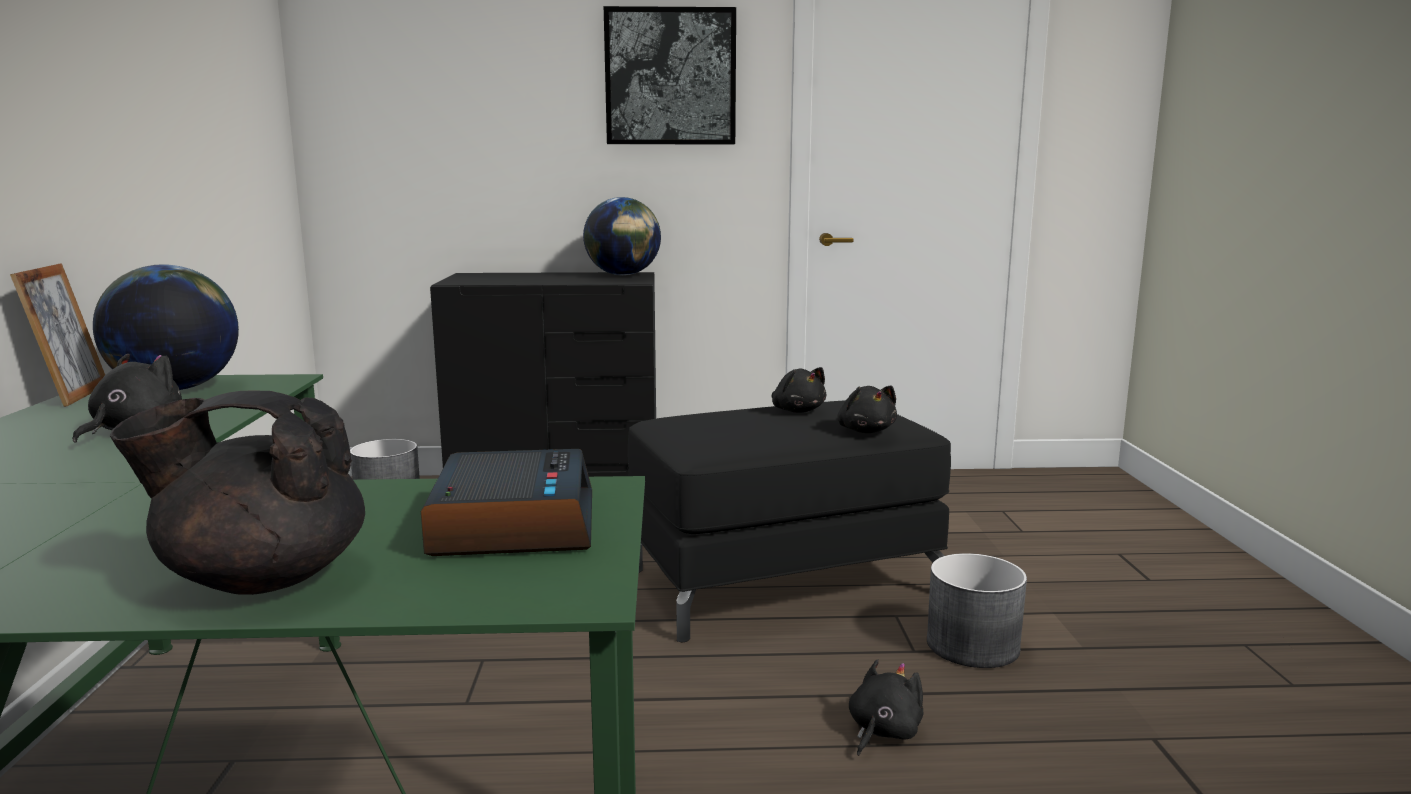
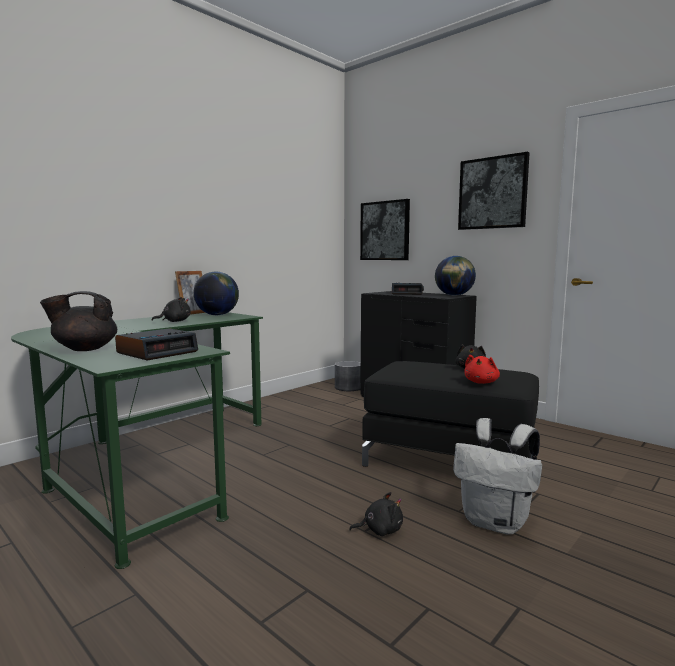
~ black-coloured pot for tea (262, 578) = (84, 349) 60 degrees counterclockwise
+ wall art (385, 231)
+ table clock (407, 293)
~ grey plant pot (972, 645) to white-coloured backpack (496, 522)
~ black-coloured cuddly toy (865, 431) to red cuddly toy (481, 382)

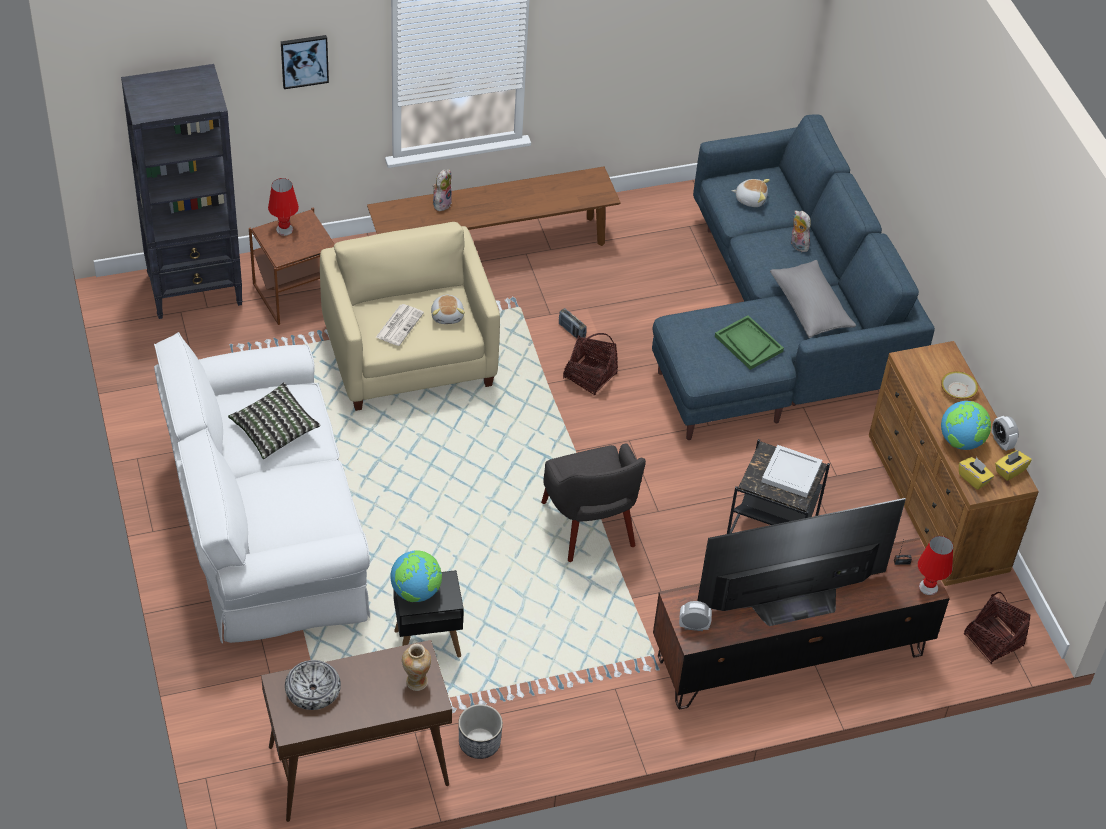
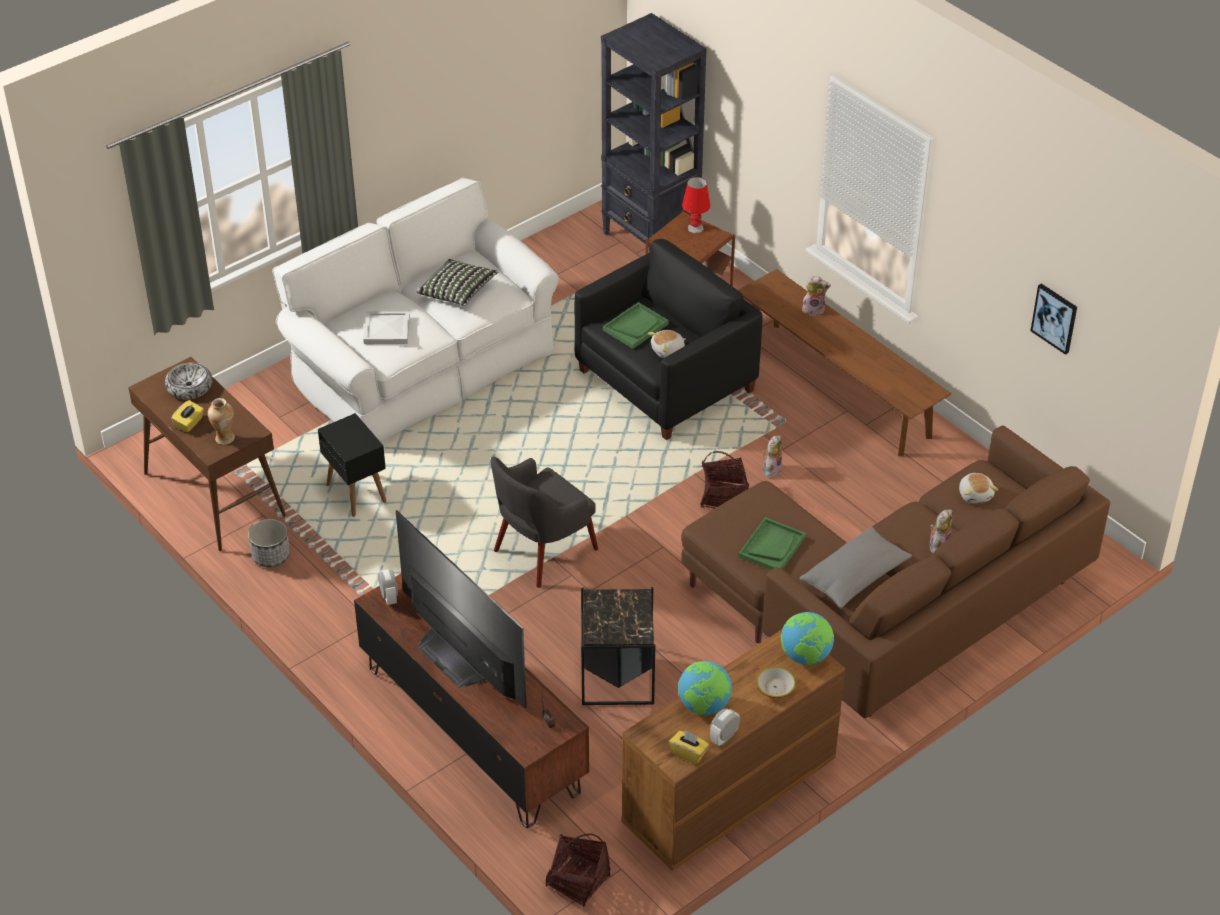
~ yellow tissue holder (973, 478) to (189, 423)
~ white-coloured tray (792, 474) to (386, 330)
~ sand-coloured easy chair (409, 356) to black-coloured easy chair (665, 381)
~ daily paper (399, 324) to green tray (635, 327)
~ bluish settee (780, 326) to brownish settee (890, 610)
~ radio (571, 331) to cuddly toy (771, 469)
~ globe (416, 592) to (806, 656)
~ wall art (304, 60) to (1055, 318)
- red lamp for a table (928, 587)

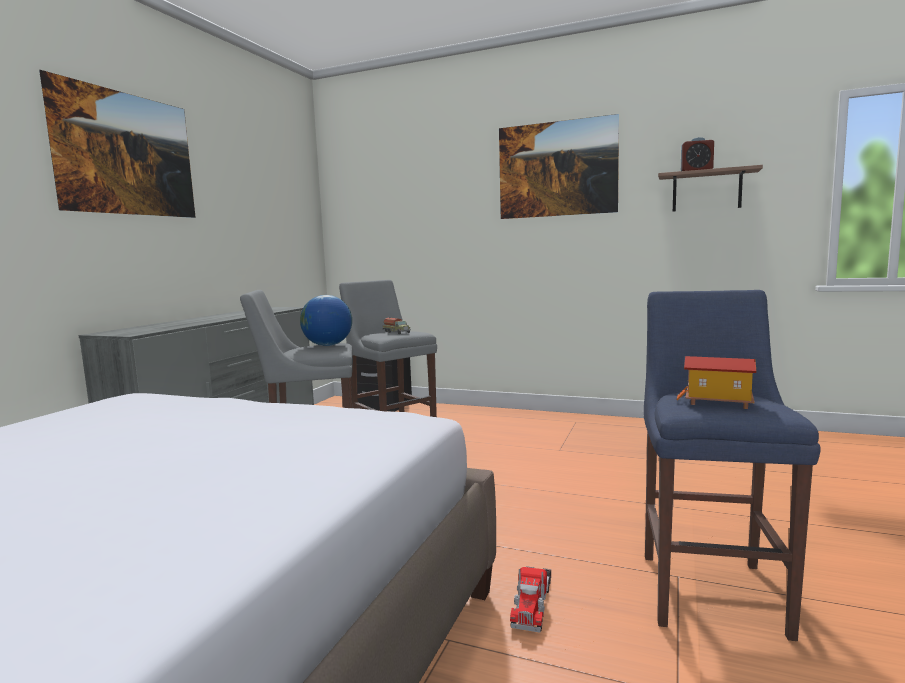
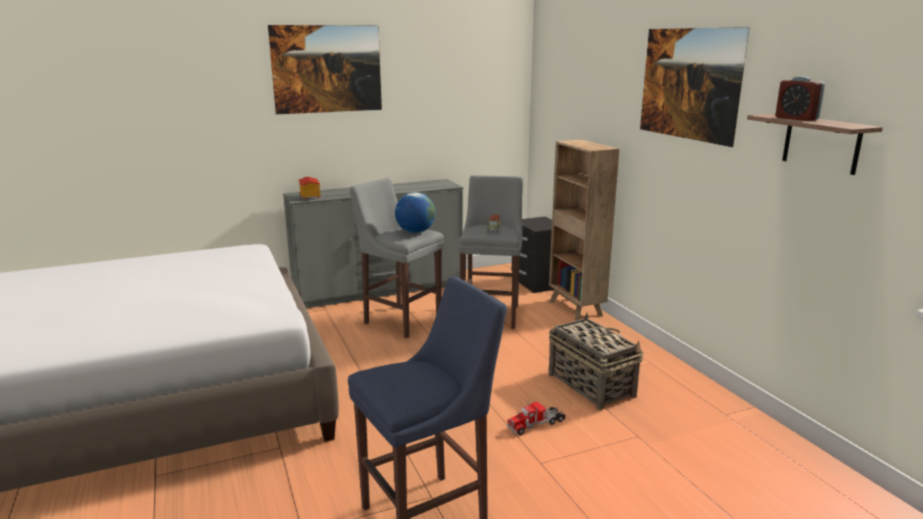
~ model house (717, 402) to (309, 197)
~ toy truck (532, 603) to (536, 424)
+ basket (590, 384)
+ brownish bookshelf (576, 309)

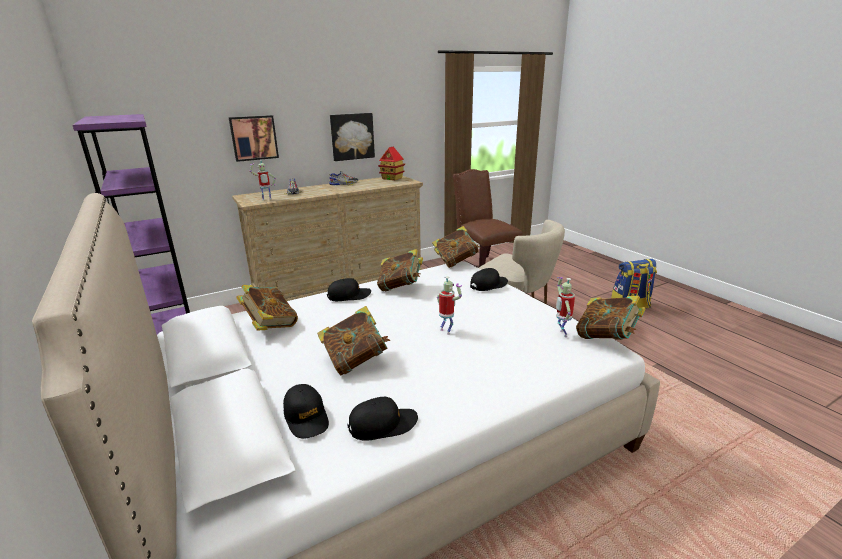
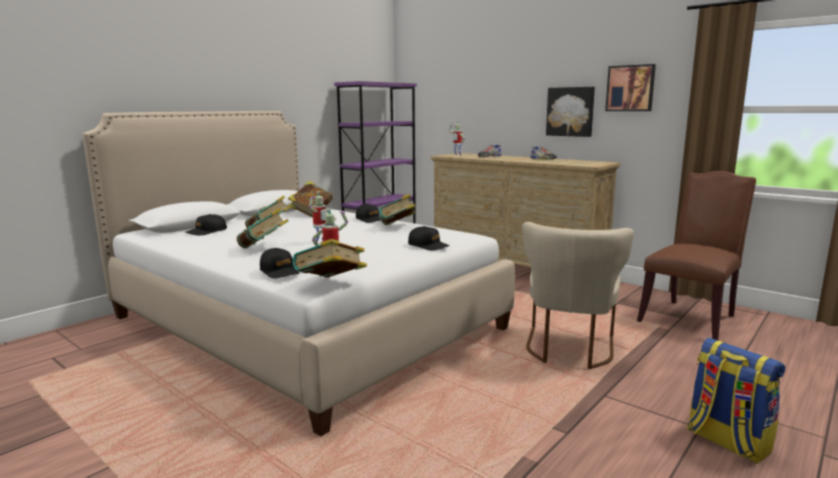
~ bound book (456, 262) to (263, 248)
~ black-coloured peaked cap (383, 425) to (279, 272)
~ wall art (253, 138) to (630, 88)
- model house (392, 178)

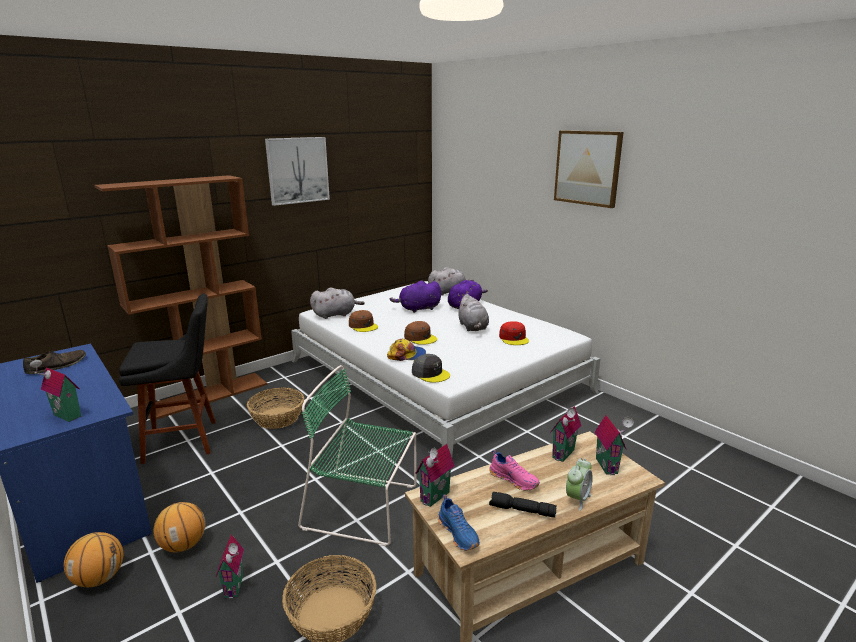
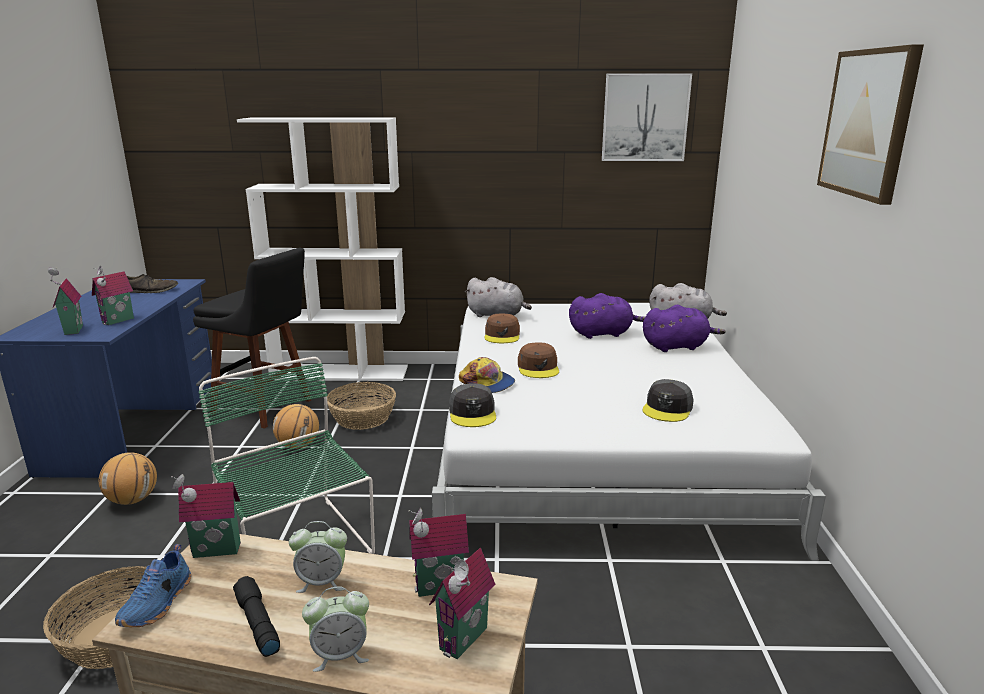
~ model house (236, 586) to (119, 321)
~ brownish bookshelf (207, 395) to white-coloured bookshelf (341, 373)
~ basketball (100, 578) to (298, 445)
~ pink shoe (514, 479) to table clock (322, 582)
~ purple cuddly toy (418, 309) = (603, 333) 150 degrees clockwise
~ wall art (297, 170) to (645, 118)
~ red peaked cap (514, 338) to grey peaked cap (668, 408)
- grey cuddly toy (473, 327)

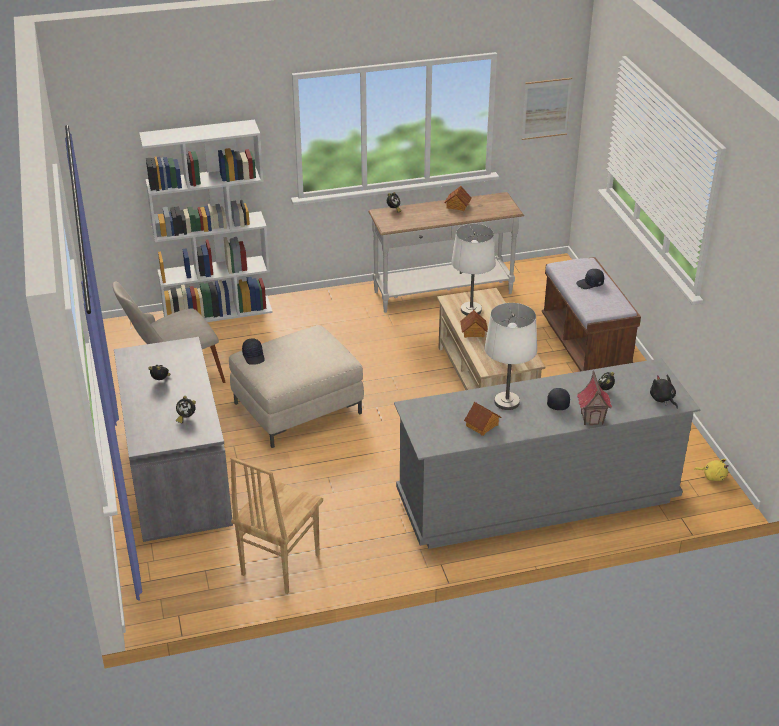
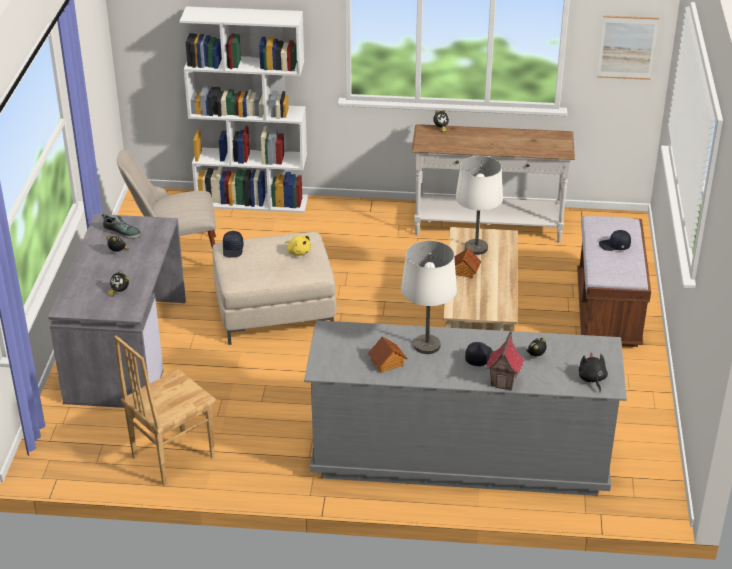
+ shoe (122, 232)
~ yellow cuddly toy (712, 476) to (298, 252)
- model house (457, 206)

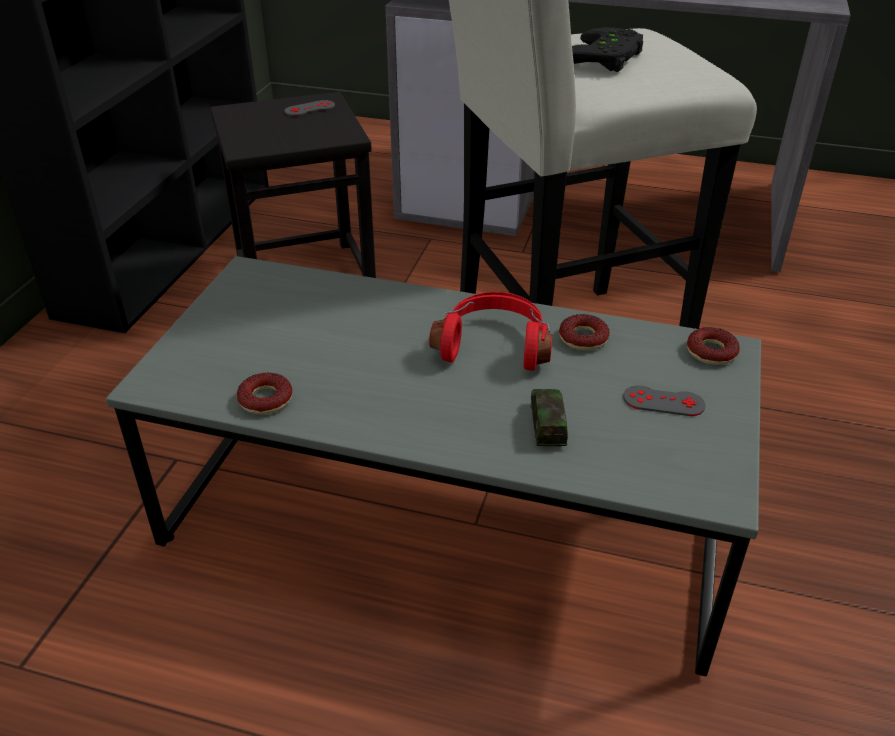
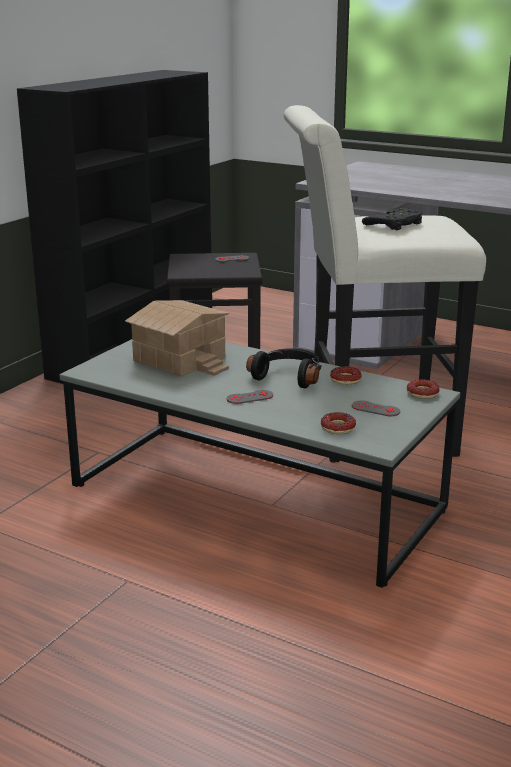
+ model house (178, 359)
+ grey game controller (250, 397)
~ red headphones (494, 344) to black-coloured headphones (289, 377)
~ donut (265, 399) to (338, 428)
- toy car (548, 424)

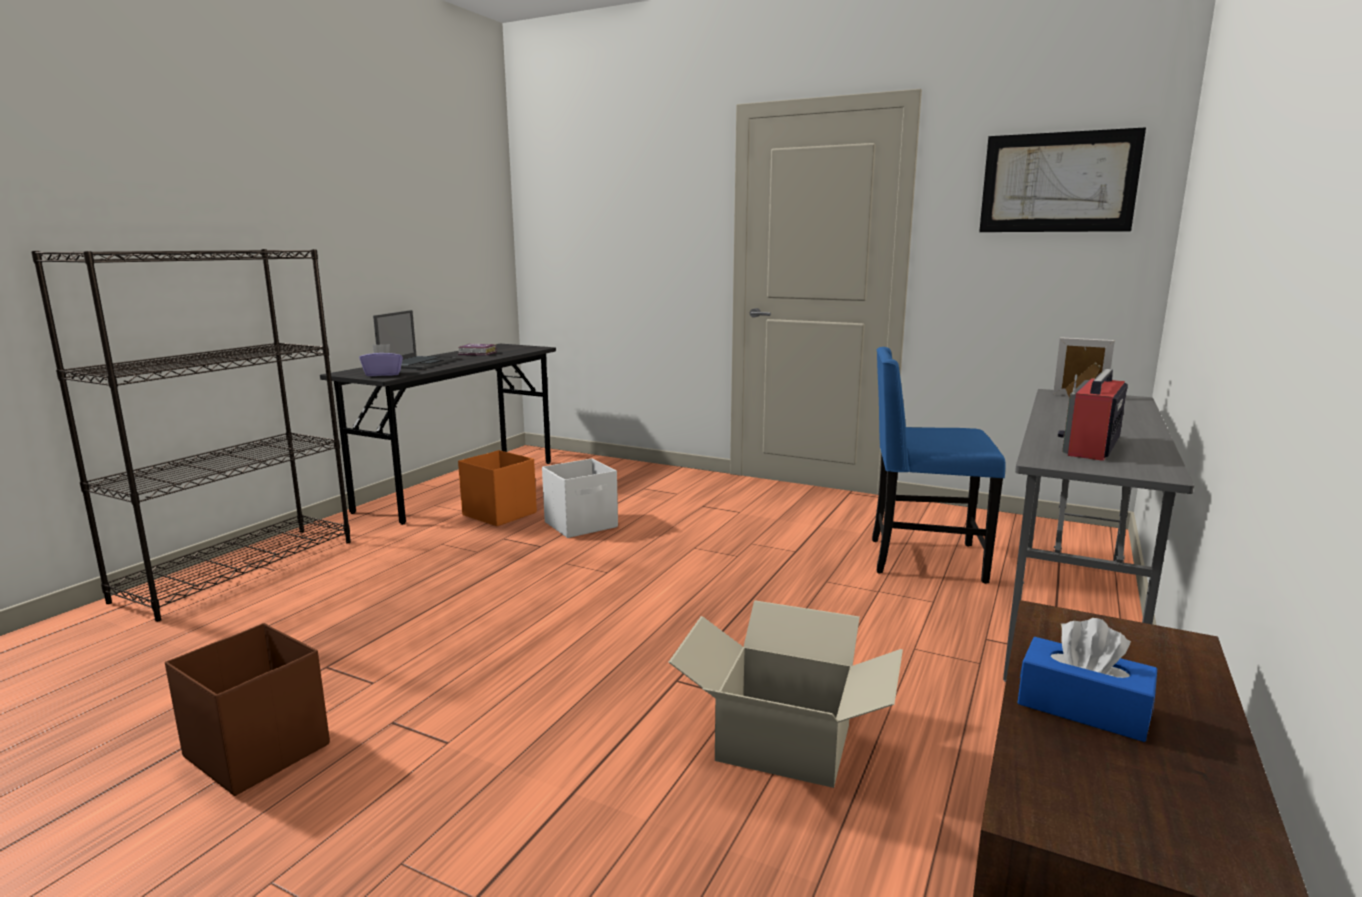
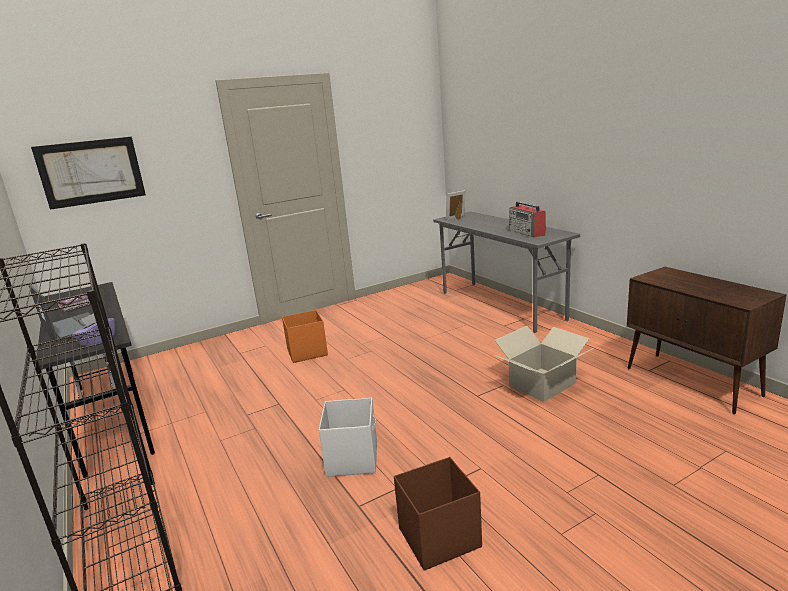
~ wall art (1058, 182) to (91, 172)
~ orange-coloured storage box (499, 513) to (306, 352)
~ white-coloured storage box (582, 524) to (353, 458)
- bluish chair (922, 559)
- bluish tissue holder (1082, 708)

